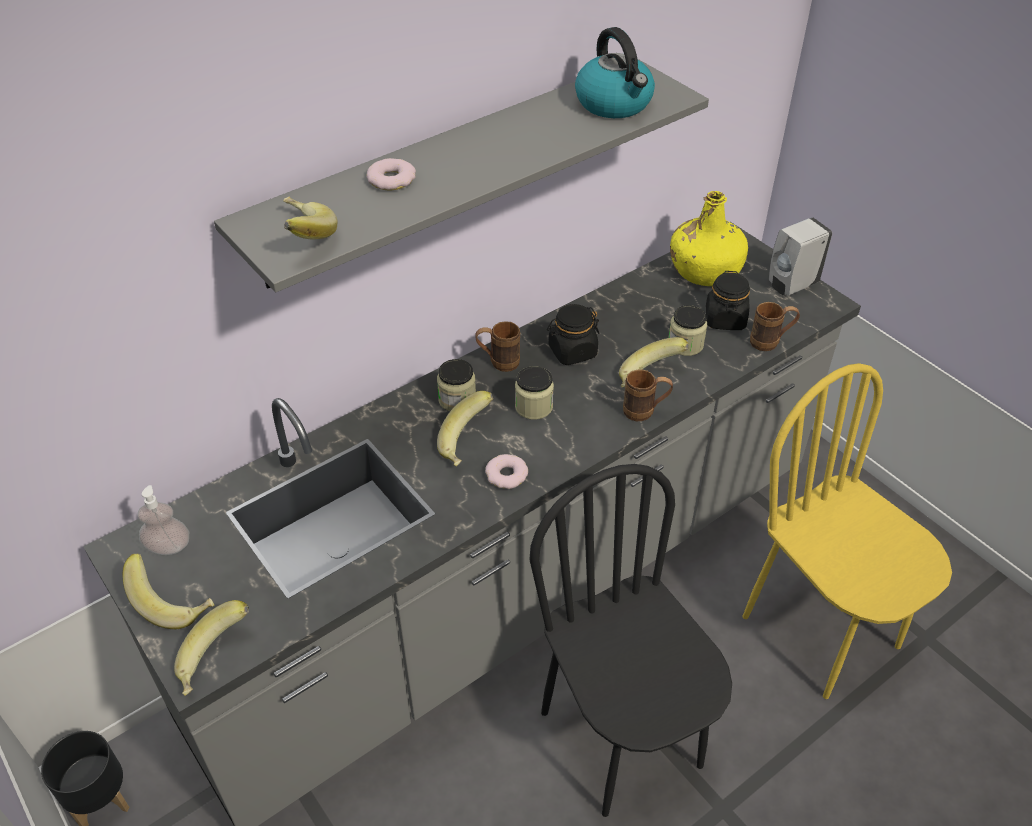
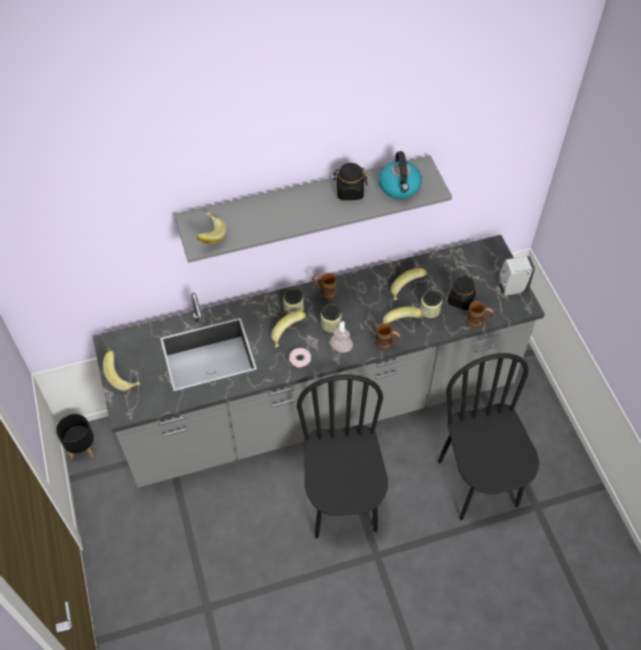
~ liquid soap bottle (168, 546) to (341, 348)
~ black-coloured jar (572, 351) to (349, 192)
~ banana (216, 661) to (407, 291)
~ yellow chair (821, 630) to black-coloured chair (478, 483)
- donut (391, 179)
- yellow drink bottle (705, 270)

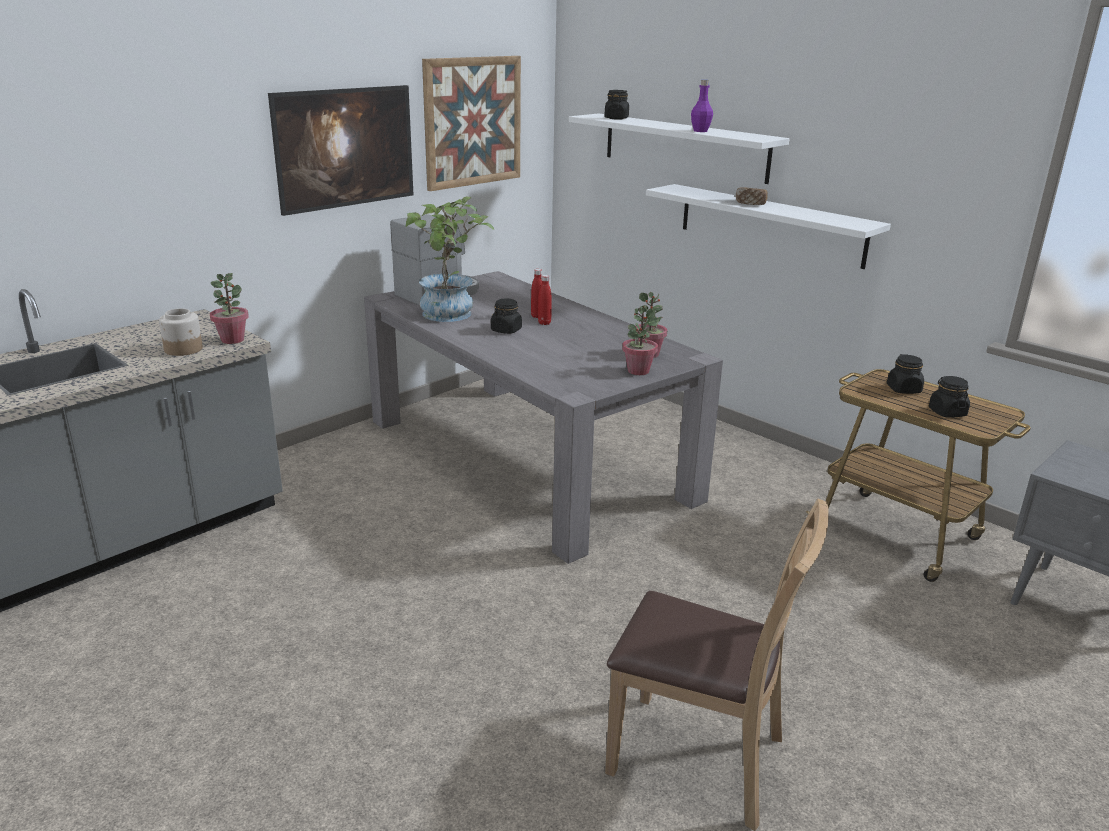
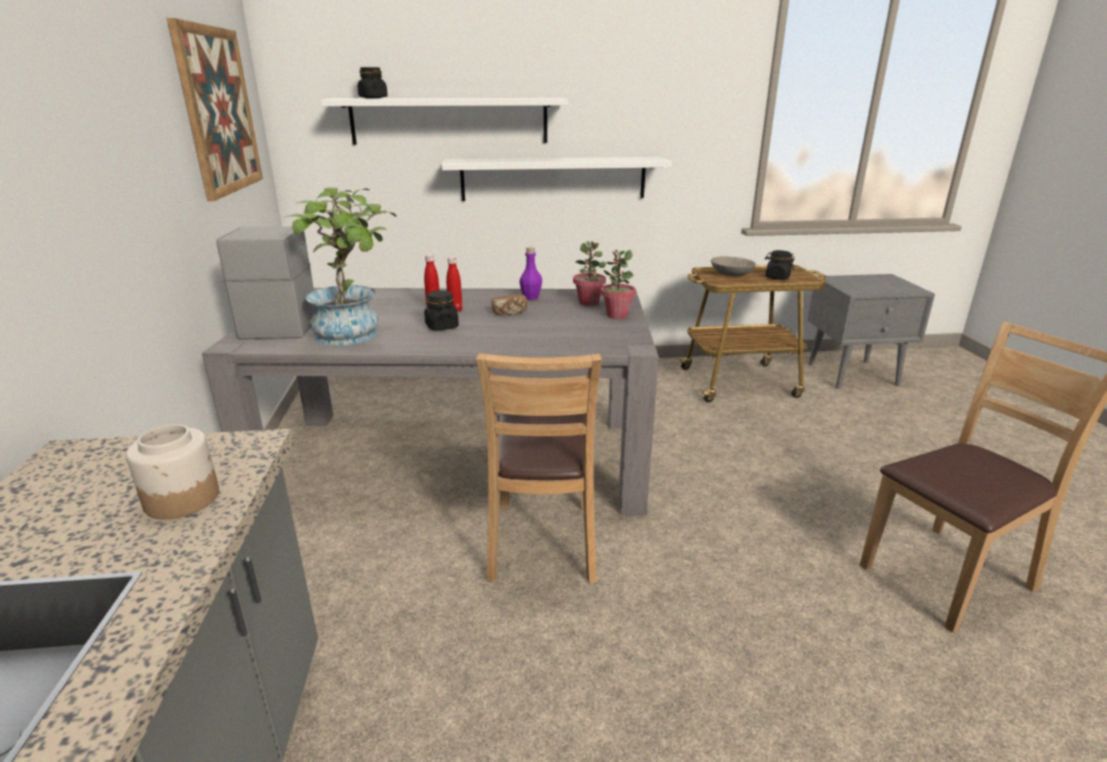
+ brownish chair (543, 542)
~ bread (750, 203) to (509, 313)
~ purple drink bottle (700, 131) to (531, 297)
~ black-coloured jar (903, 389) to grey bowl (731, 274)
- potted plant (232, 340)
- wall art (347, 176)

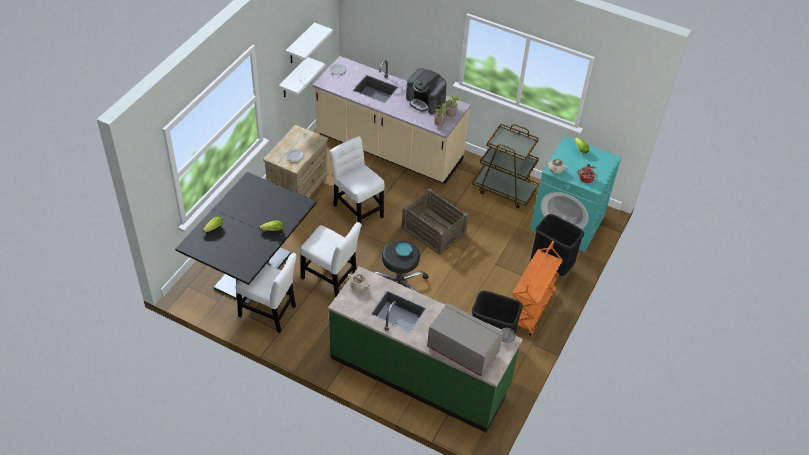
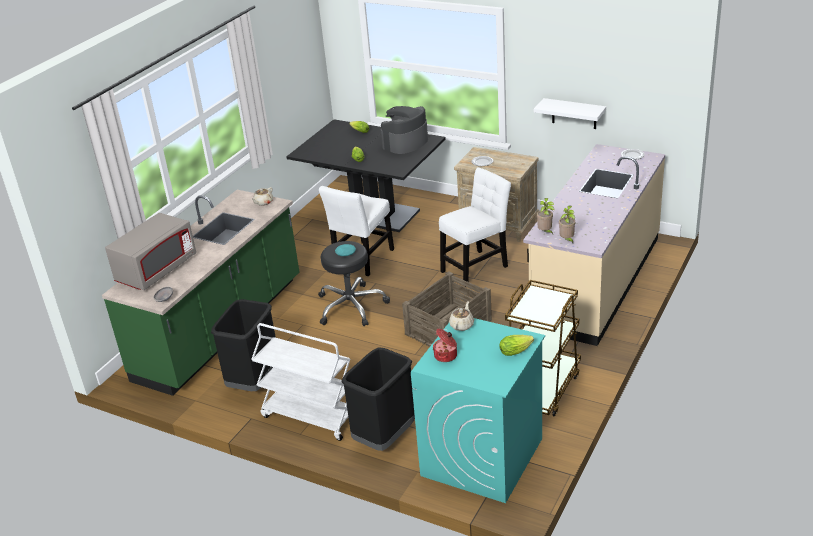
~ orange-coloured wheeled cart (530, 309) to white-coloured wheeled cart (309, 417)
~ coffee maker (426, 101) to (405, 143)
- white-coloured chair (269, 313)
- white-coloured shelf (300, 44)

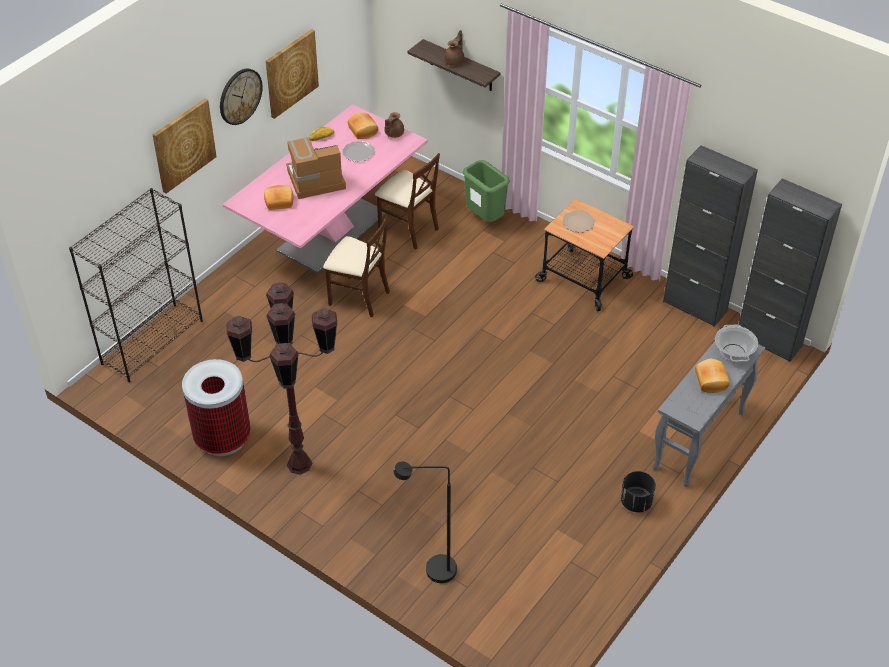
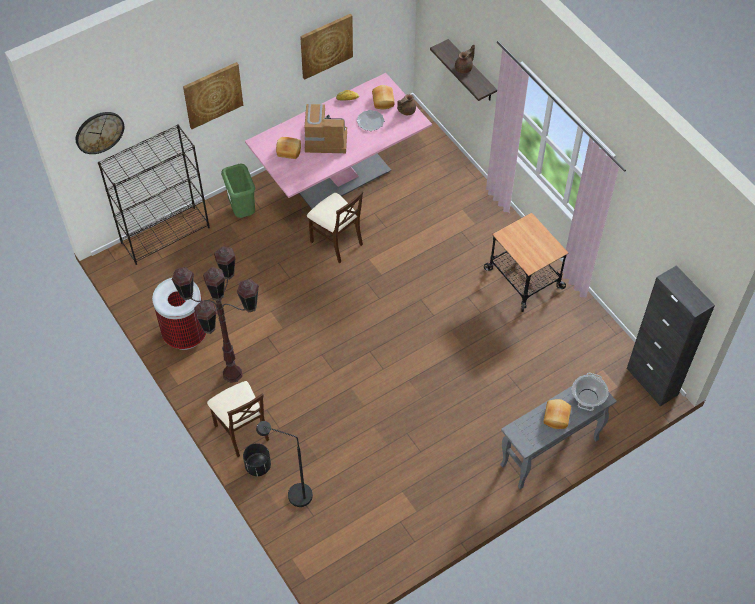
~ wall clock (240, 96) to (99, 132)
~ sand-coloured chair (408, 229) to (242, 431)
~ green trash can (485, 218) to (243, 210)
~ black-coloured plant pot (636, 502) to (258, 466)
- dinner plate (578, 222)
- black-coloured cabinet (694, 306)

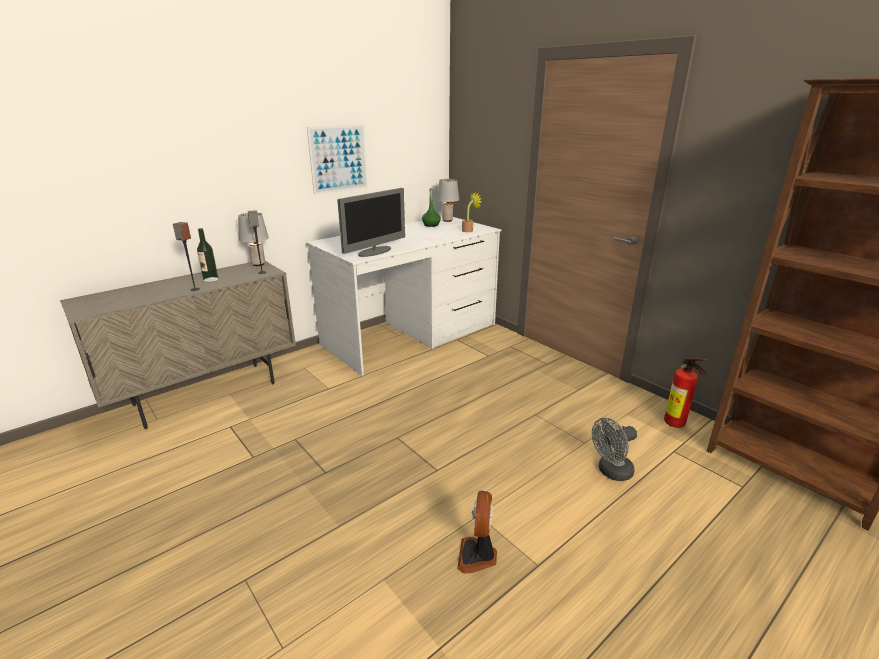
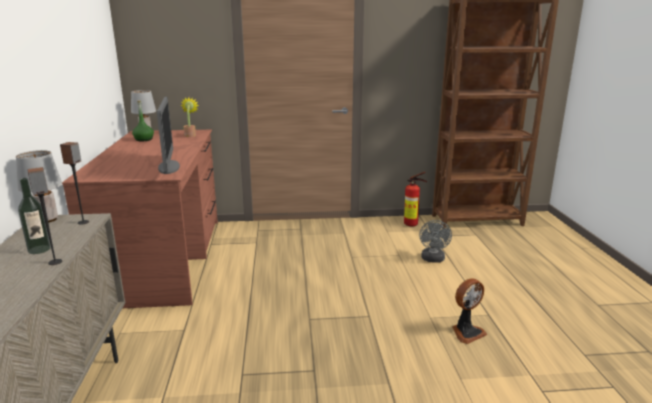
~ white-coloured desk (411, 334) to brownish desk (165, 258)
~ fan (478, 556) = (466, 332) 75 degrees counterclockwise
- wall art (338, 159)

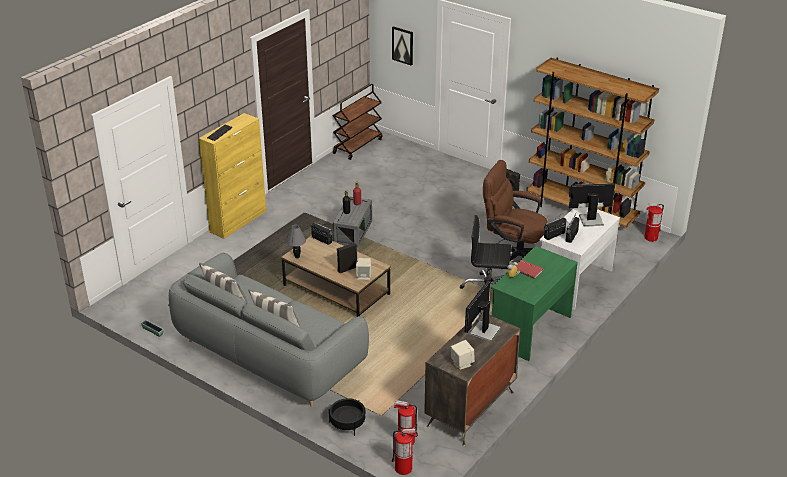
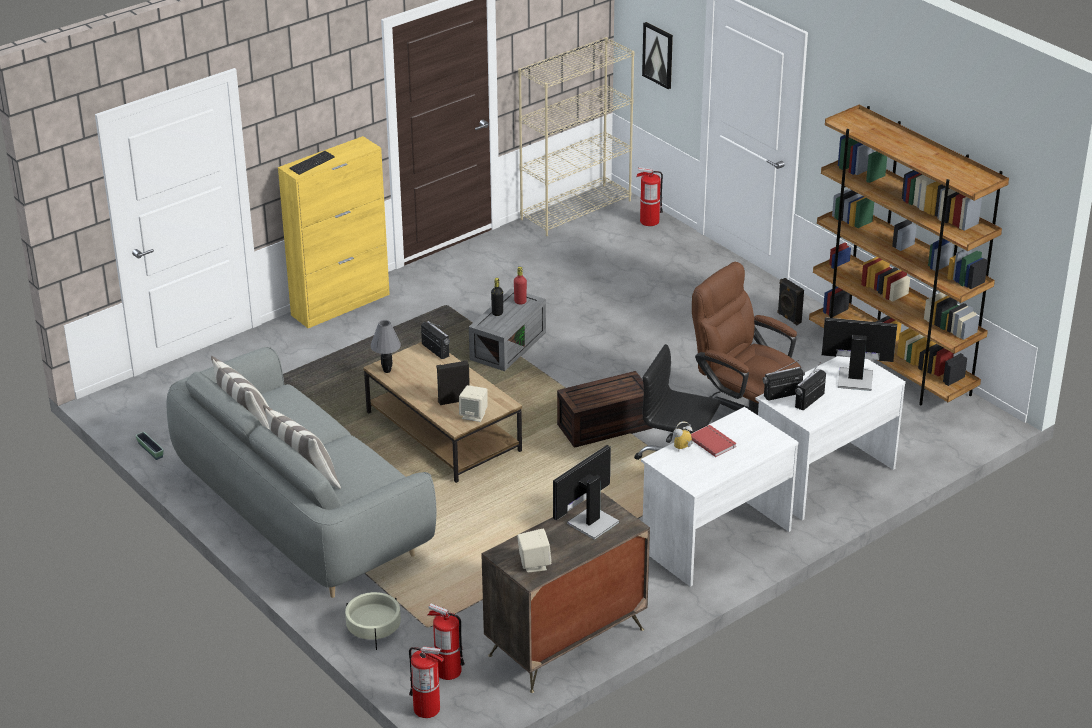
~ black-coloured plant pot (347, 423) to sand-coloured plant pot (374, 630)
~ brownish wheeled cart (357, 146) to sand-coloured bookshelf (576, 209)
+ brownish storage box (604, 427)
~ fire extinguisher (650, 238) to (649, 221)
~ green desk (529, 330) to white-coloured desk (715, 539)

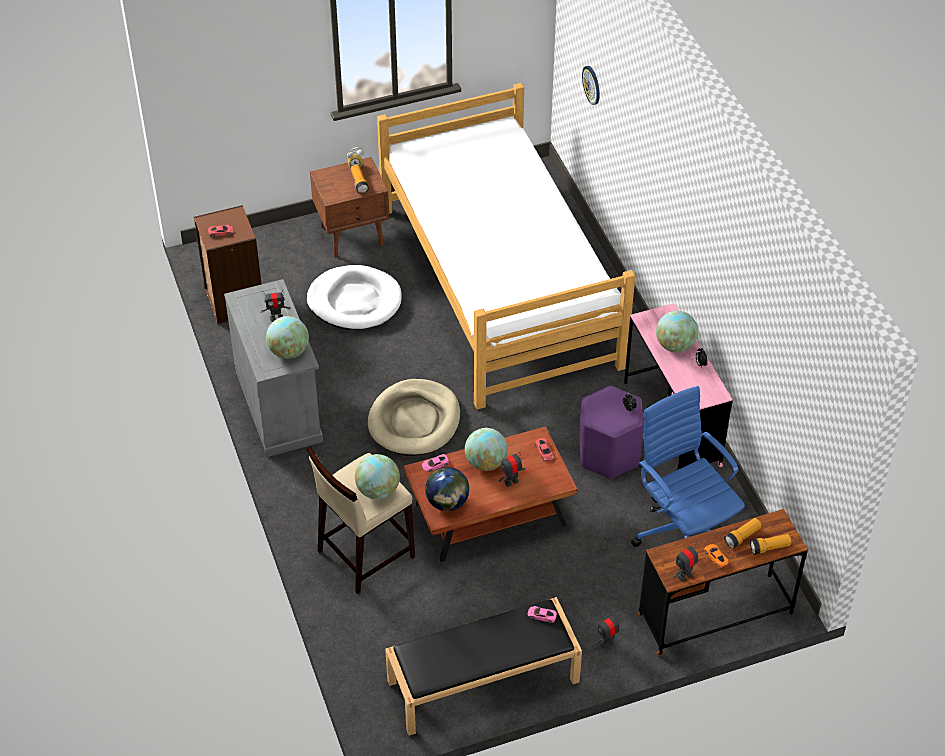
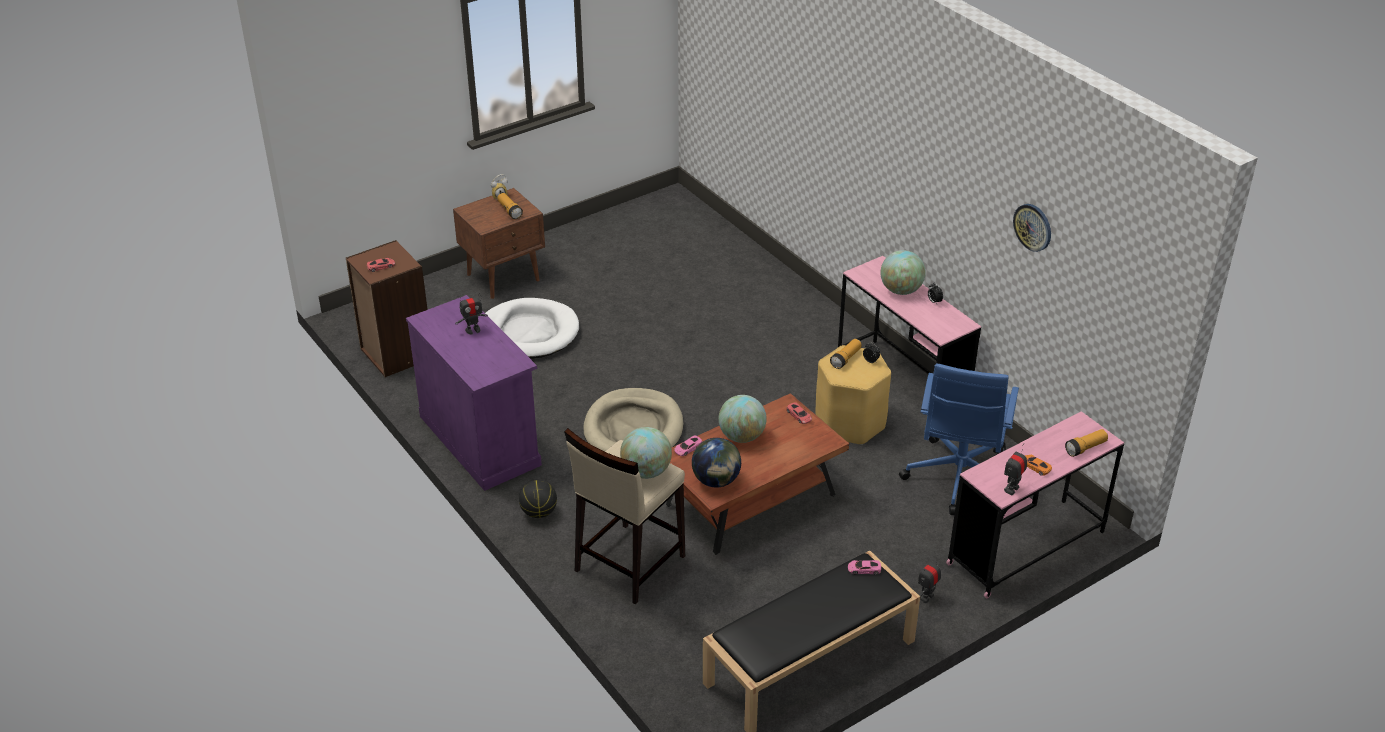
~ grey cabinet (279, 405) to purple cabinet (480, 440)
+ basketball (539, 512)
~ purple stool (608, 454) to yellow stool (849, 423)
~ torch (742, 537) to (846, 359)
~ bluish desk chair (683, 532) = (958, 479) 120 degrees counterclockwise
~ brownish desk (715, 614) to pink desk (1026, 548)
~ wall clock (592, 85) to (1033, 227)
- globe (289, 351)
- bed (499, 285)
- robot figure (511, 481)

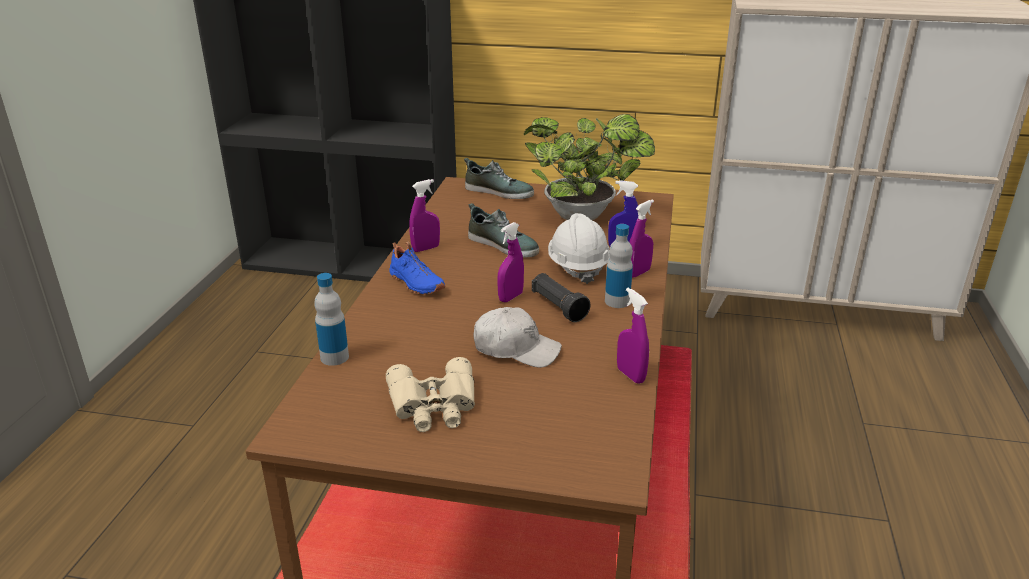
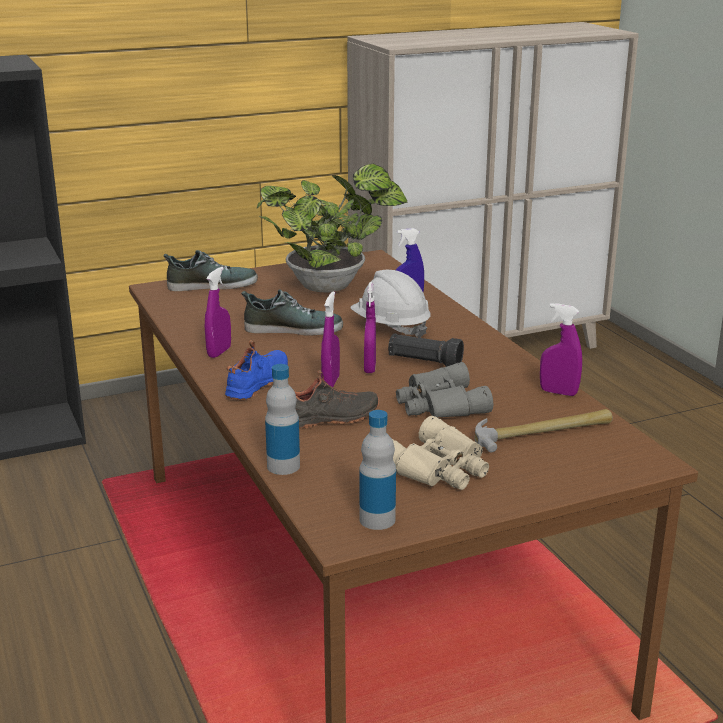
~ bluish shoe (415, 283) = (259, 384) 75 degrees counterclockwise
+ black-coloured shoe (331, 419)
~ purple sprayer (638, 273) to (330, 382)
~ drink bottle (617, 301) to (377, 519)
~ white-coloured peaked cap (516, 349) to grey binoculars (439, 404)
+ hammer (543, 433)

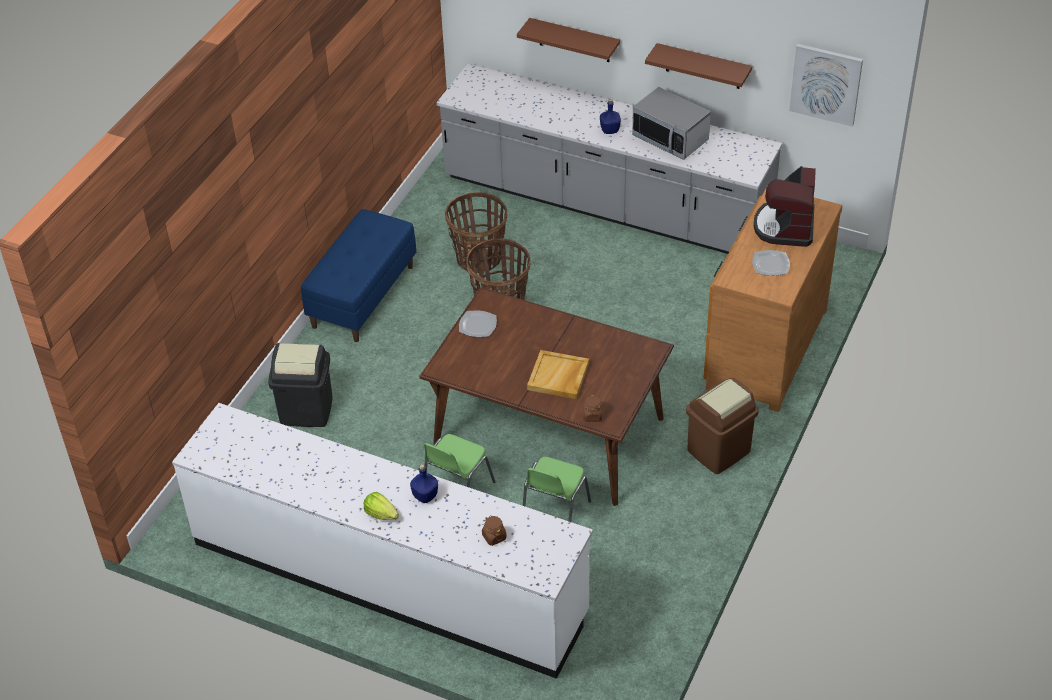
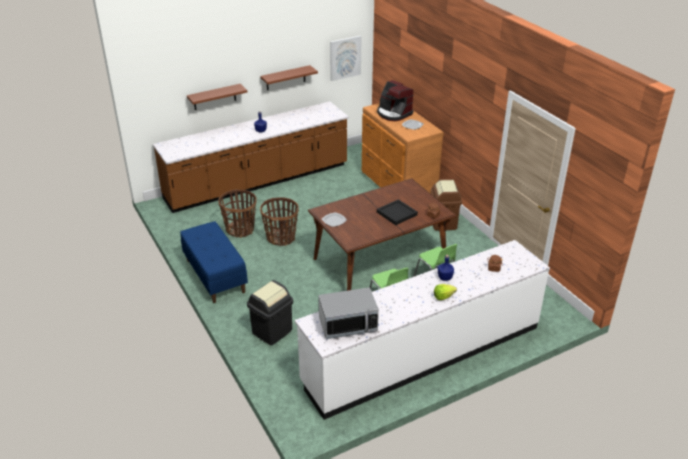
~ grey kitchen base unit (605, 206) to brownish kitchen base unit (258, 182)
~ microwave (670, 138) to (348, 324)
~ sand-coloured tray (558, 377) to black-coloured tray (397, 213)

